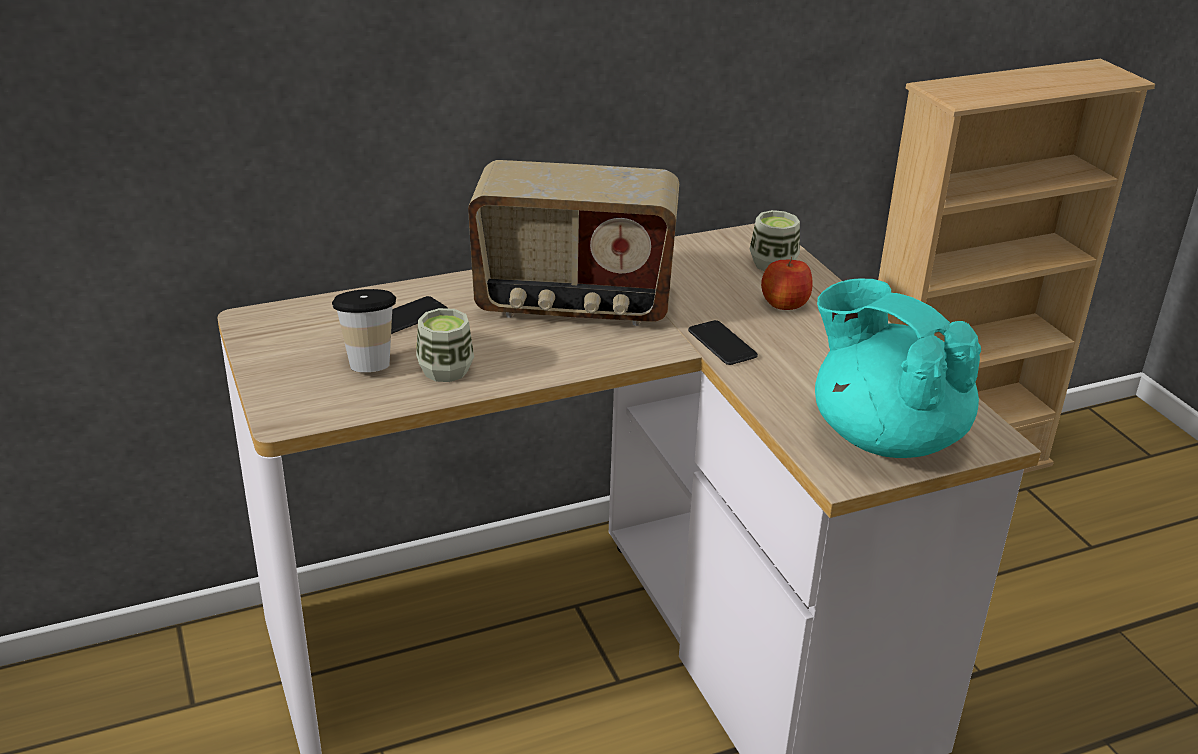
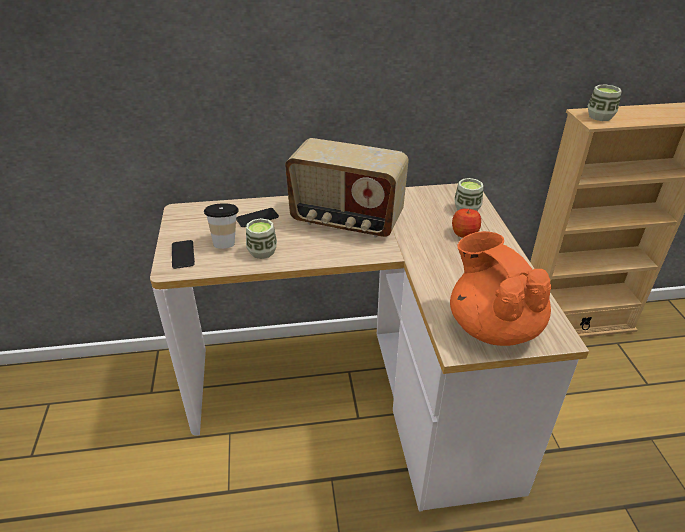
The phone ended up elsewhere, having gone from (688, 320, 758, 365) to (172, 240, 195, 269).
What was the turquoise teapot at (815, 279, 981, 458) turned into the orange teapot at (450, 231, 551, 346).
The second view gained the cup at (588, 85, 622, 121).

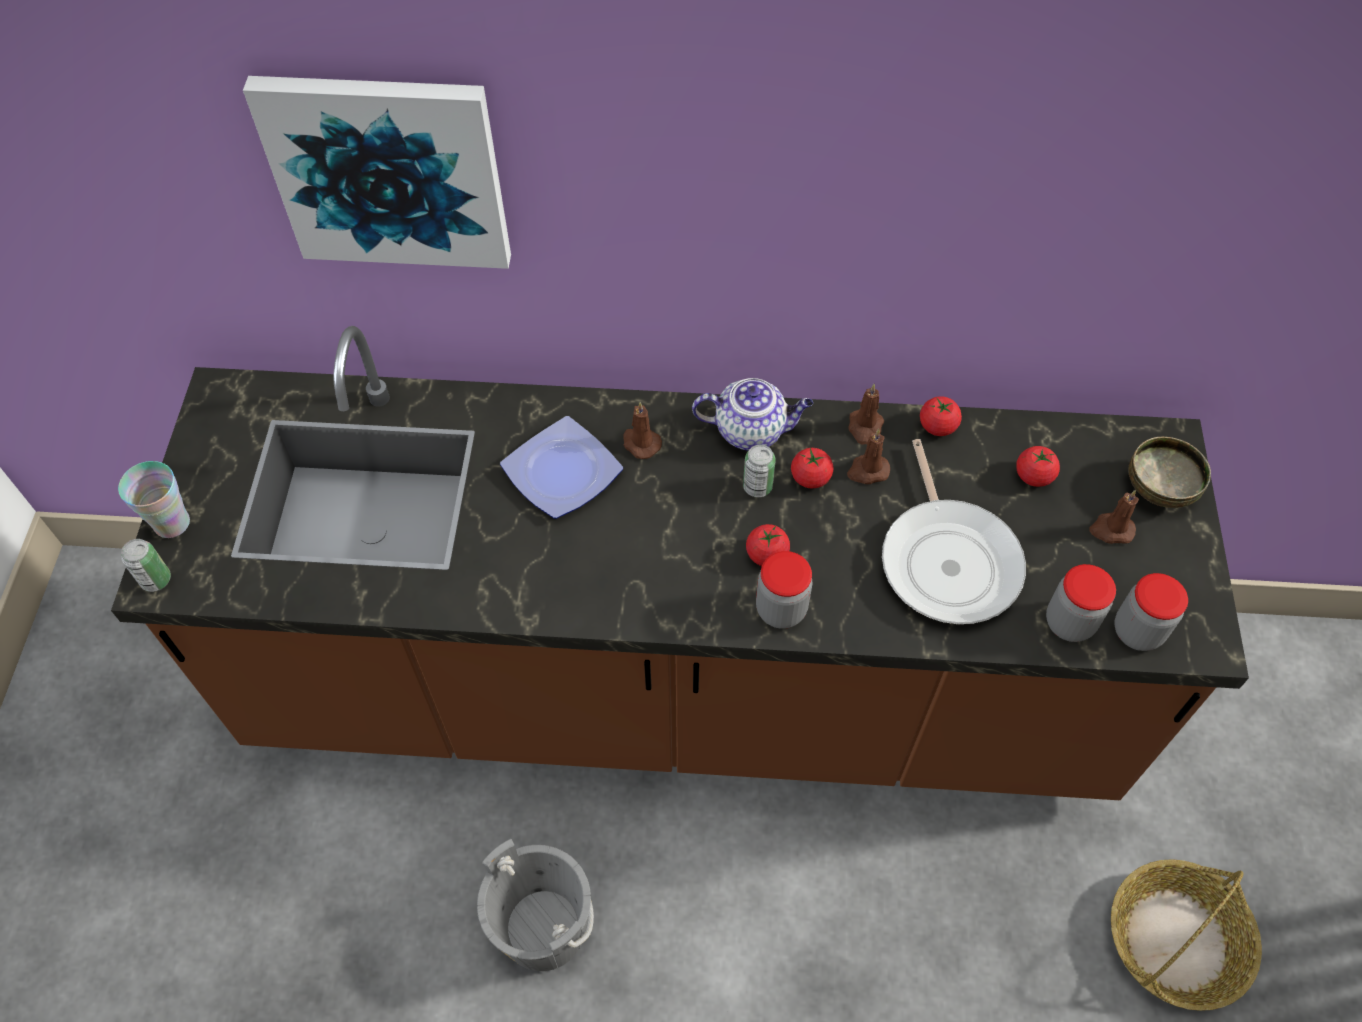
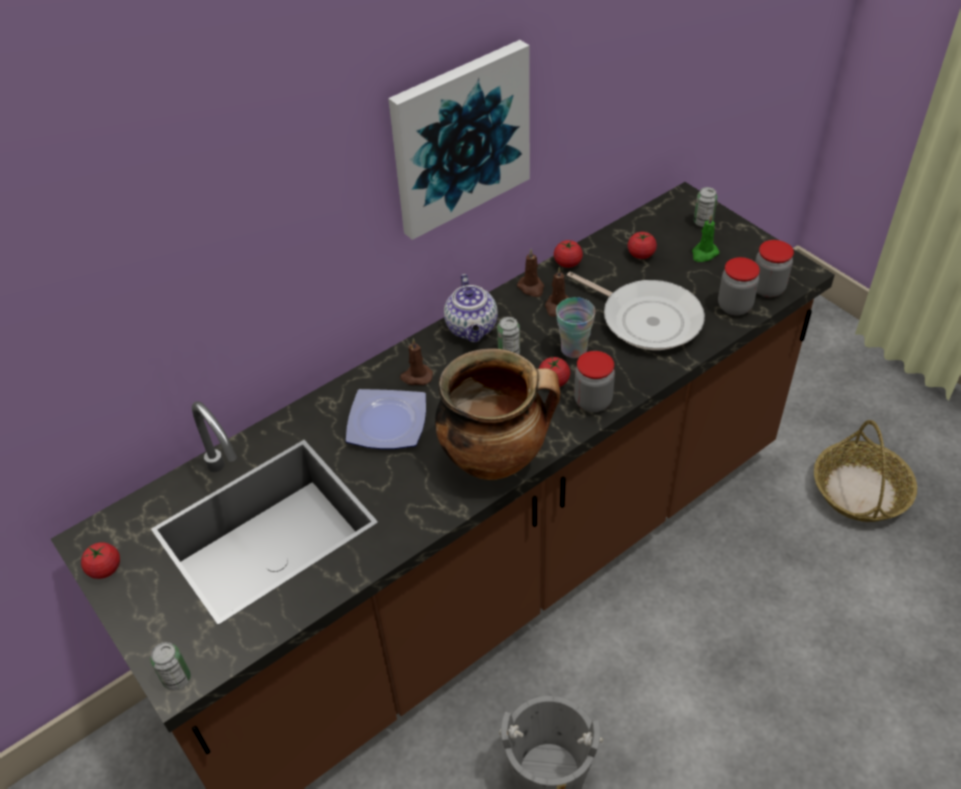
The tomato ended up elsewhere, having gone from (791, 448, 833, 488) to (81, 542, 120, 579).
The picture ended up elsewhere, having gone from (243, 76, 511, 269) to (388, 40, 530, 240).
The second view gained the cooking pot at (435, 349, 560, 480).
The teapot at (692, 378, 813, 451) ended up facing another way, 120 degrees clockwise from before.
The cup ended up elsewhere, having gone from (118, 461, 190, 538) to (556, 297, 596, 358).
What was the brown candle at (1089, 490, 1139, 544) turned into the green candle at (692, 214, 719, 262).
Where the bowl stood at (1128, 437, 1211, 508), the can came to stand at (694, 187, 718, 227).

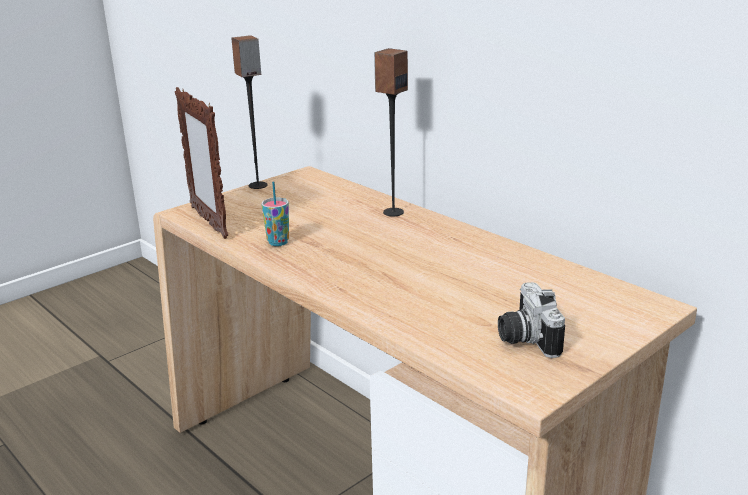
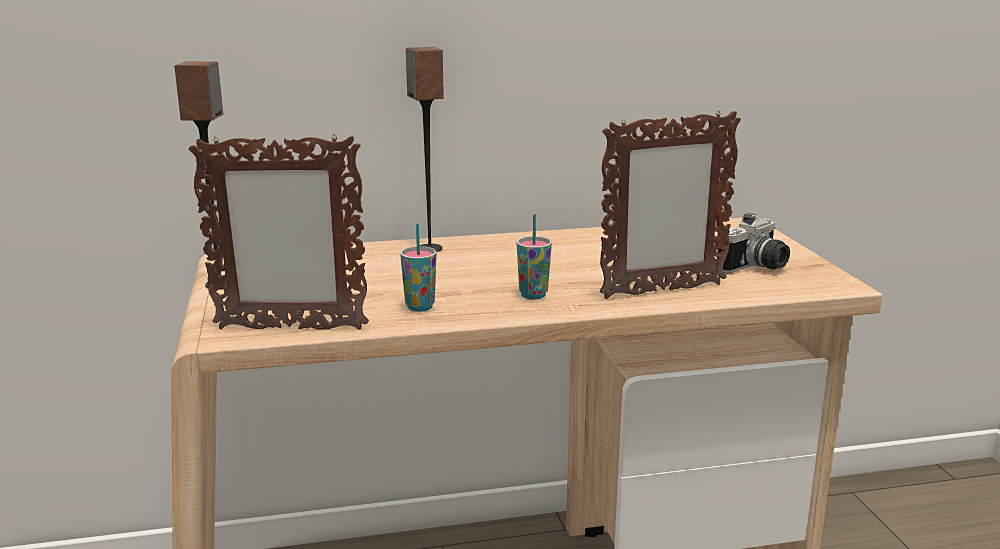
The second view gained the cup at (517, 214, 552, 299).
The second view gained the picture frame at (600, 111, 741, 299).
The photo camera at (498, 282, 565, 358) ended up facing another way, 60 degrees counterclockwise from before.

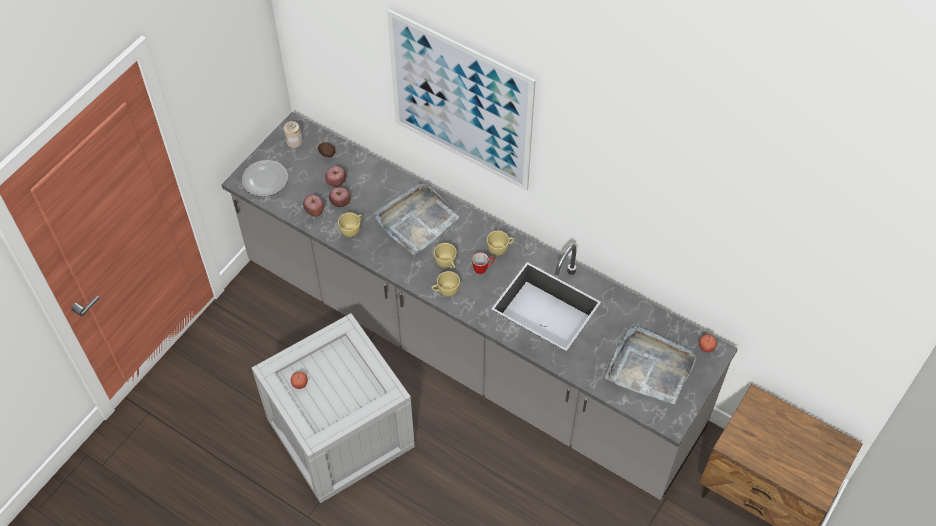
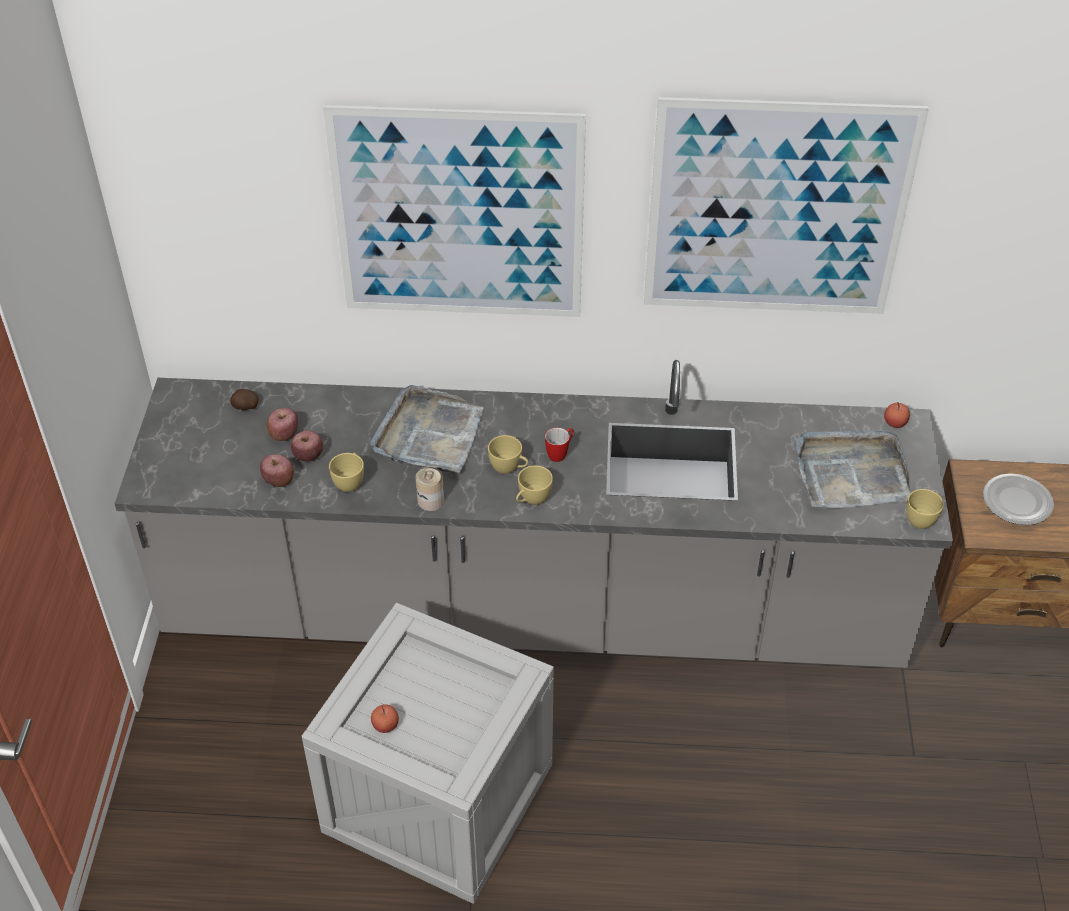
The can ended up elsewhere, having gone from (284, 121, 303, 148) to (416, 467, 444, 511).
The second view gained the picture at (644, 97, 929, 314).
The yellow cup ended up elsewhere, having gone from (487, 231, 514, 256) to (906, 489, 944, 529).
The plate ended up elsewhere, having gone from (242, 160, 288, 197) to (983, 473, 1054, 525).

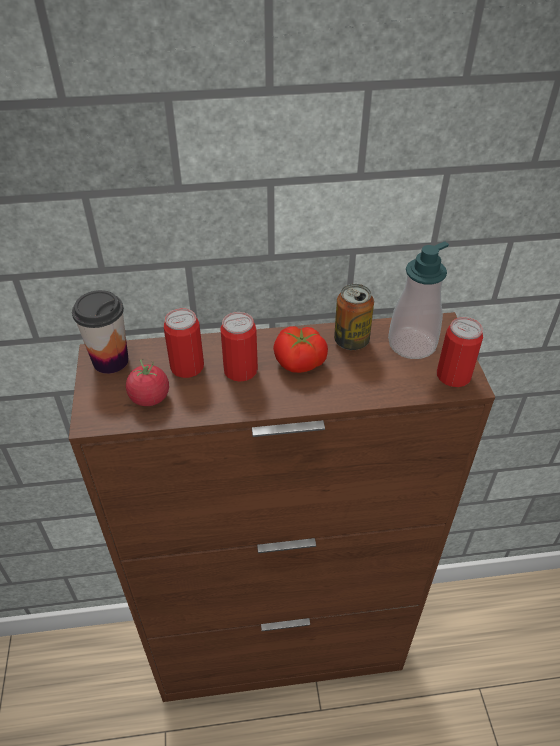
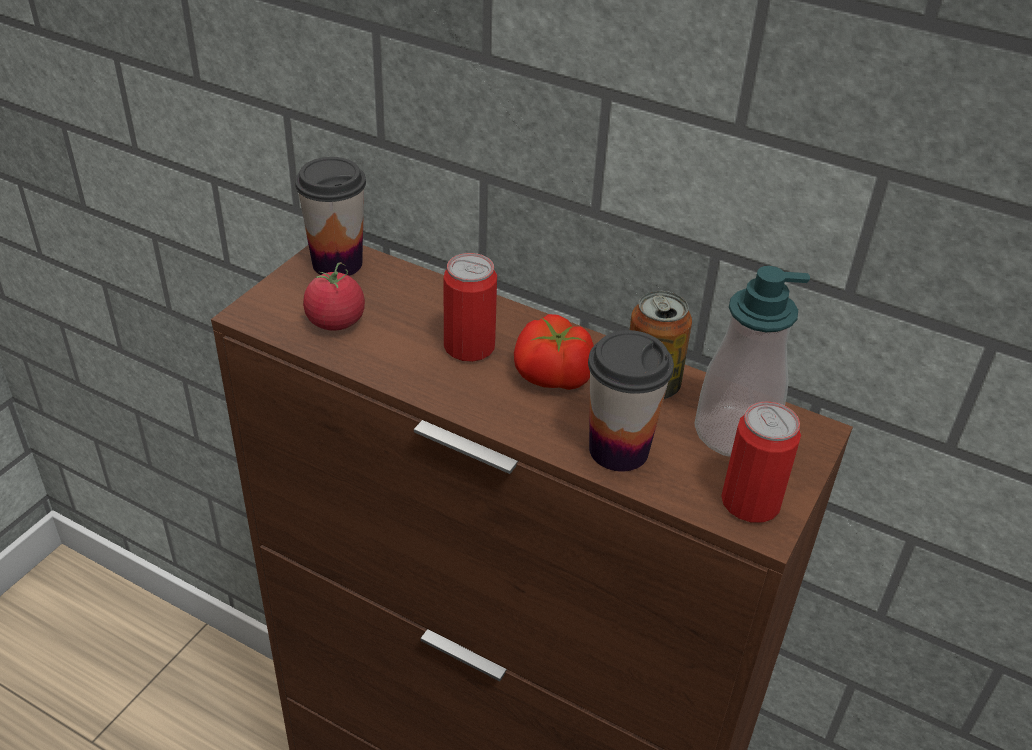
The second view gained the cup at (588, 330, 674, 472).
The second view lost the can at (164, 308, 204, 378).

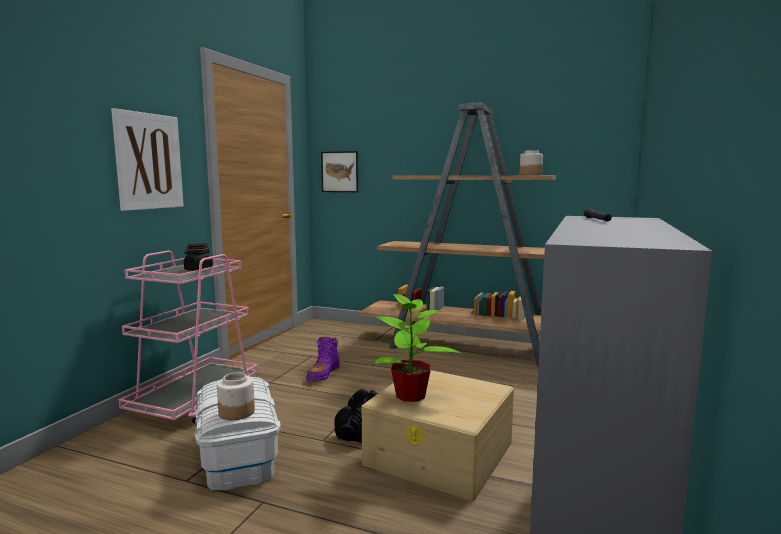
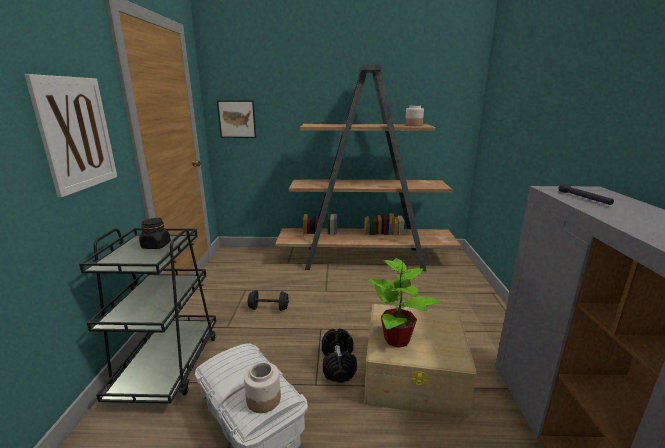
What was the pink cart at (119, 250, 258, 424) turned into the black cart at (79, 228, 216, 404).
Where the purple boot stood at (306, 337, 340, 381), the black dumbbell came to stand at (248, 290, 289, 311).

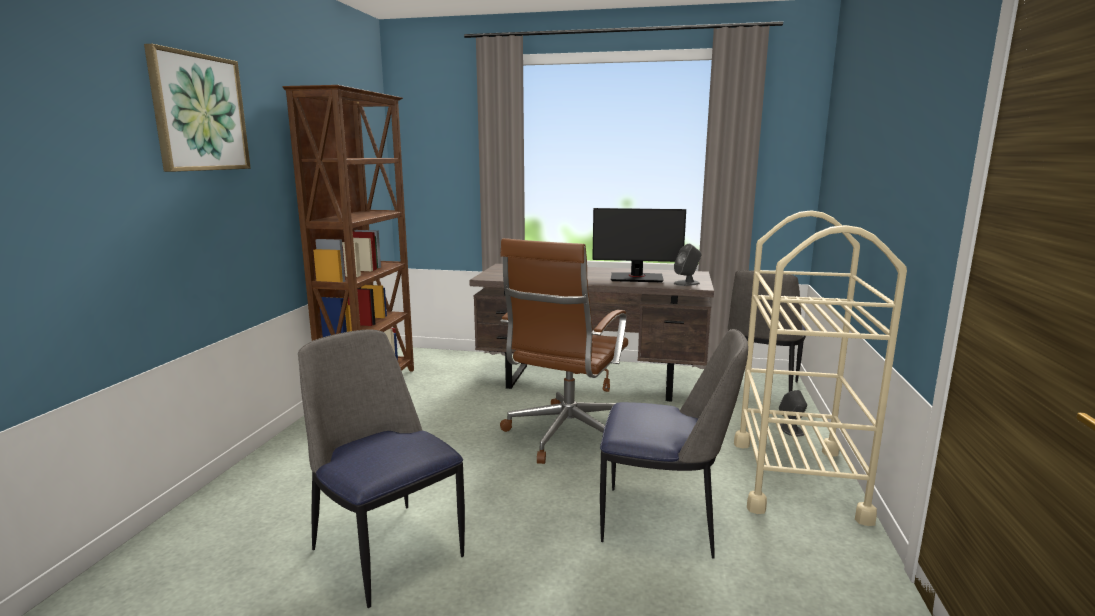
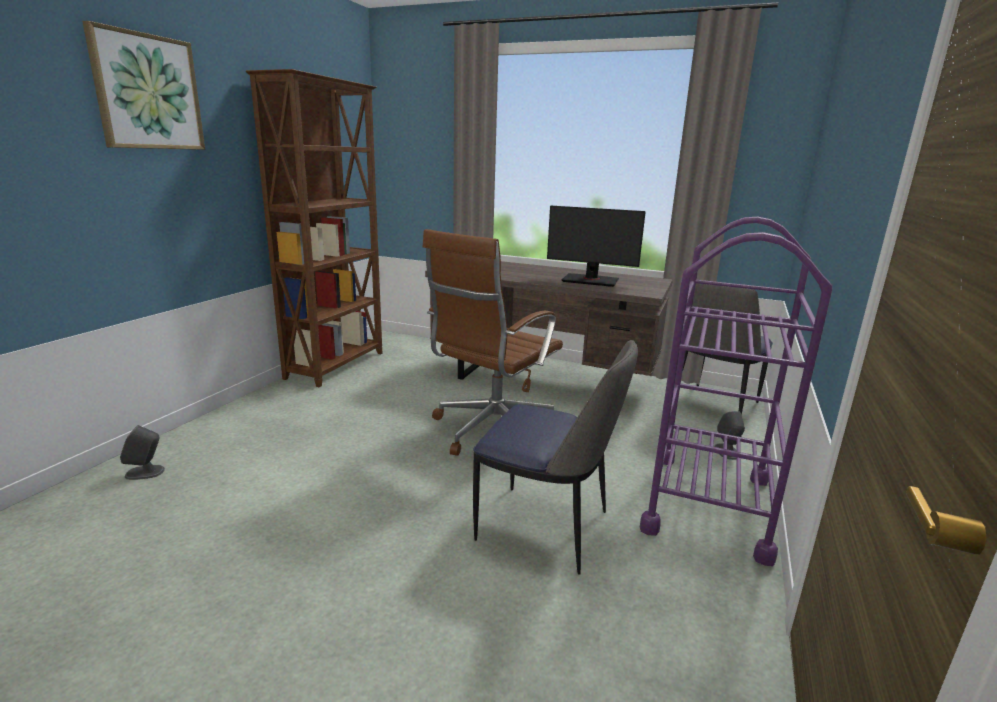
The grey speaker ended up elsewhere, having gone from (674, 244, 702, 286) to (120, 425, 165, 480).
What was the beige cart at (734, 210, 907, 526) turned into the purple cart at (640, 217, 832, 566).
The second view lost the chair at (298, 329, 465, 608).

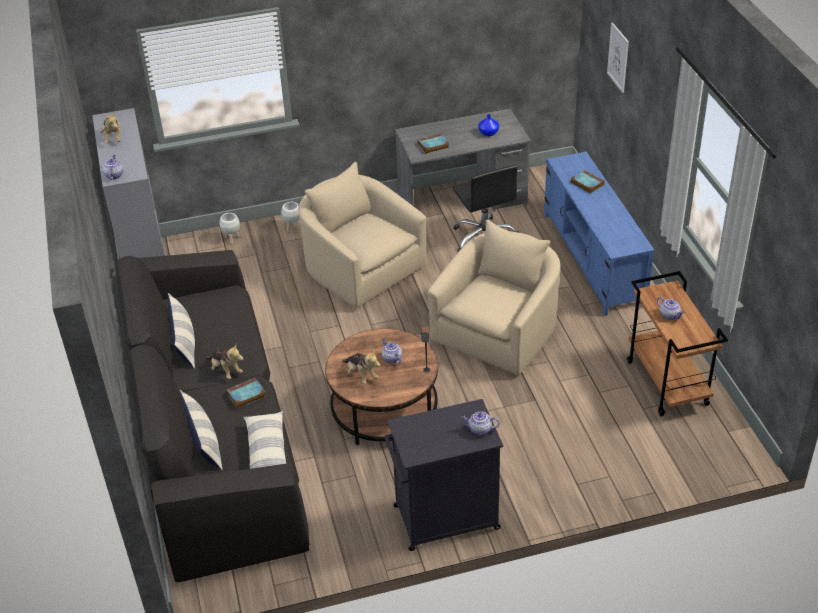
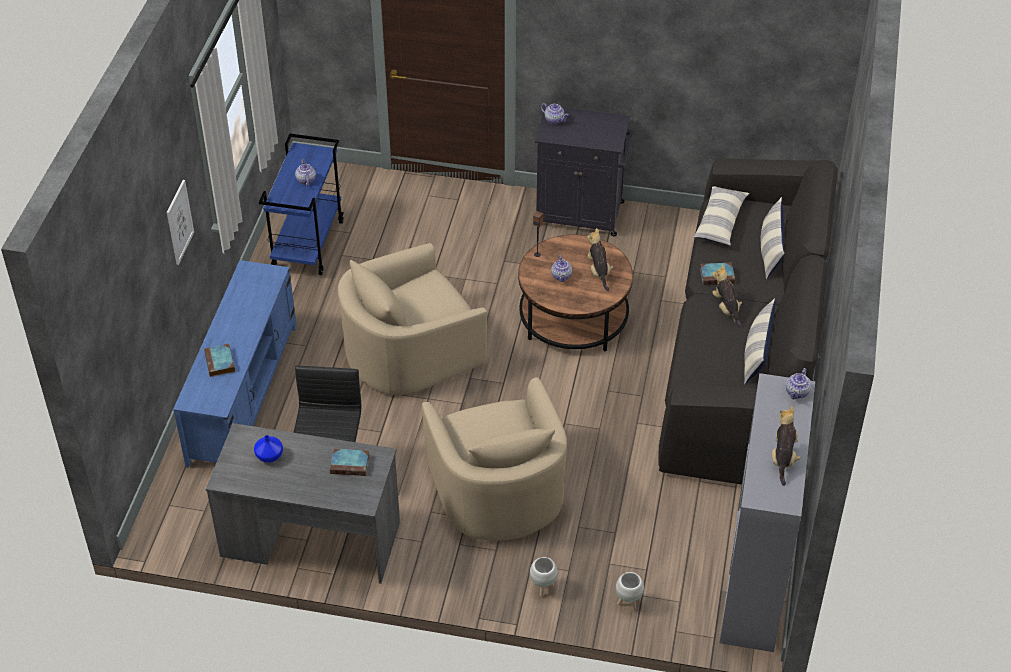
The picture ended up elsewhere, having gone from (607, 23, 629, 93) to (167, 180, 194, 265).
What was the brown cart at (627, 271, 728, 416) turned into the blue cart at (259, 134, 344, 275).

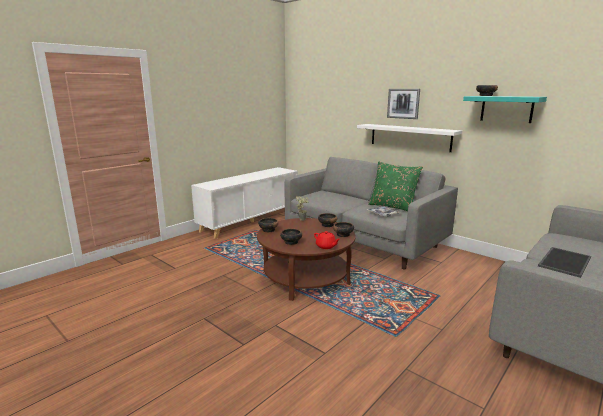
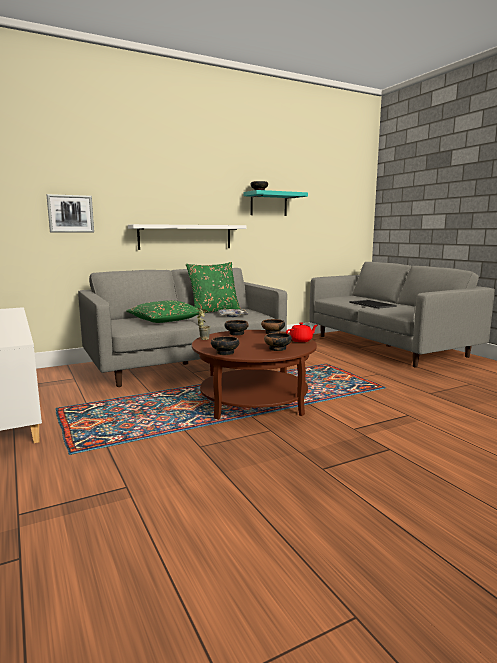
The picture ended up elsewhere, having gone from (387, 89, 420, 119) to (46, 194, 94, 233).
The second view gained the green pillow at (126, 300, 205, 323).

